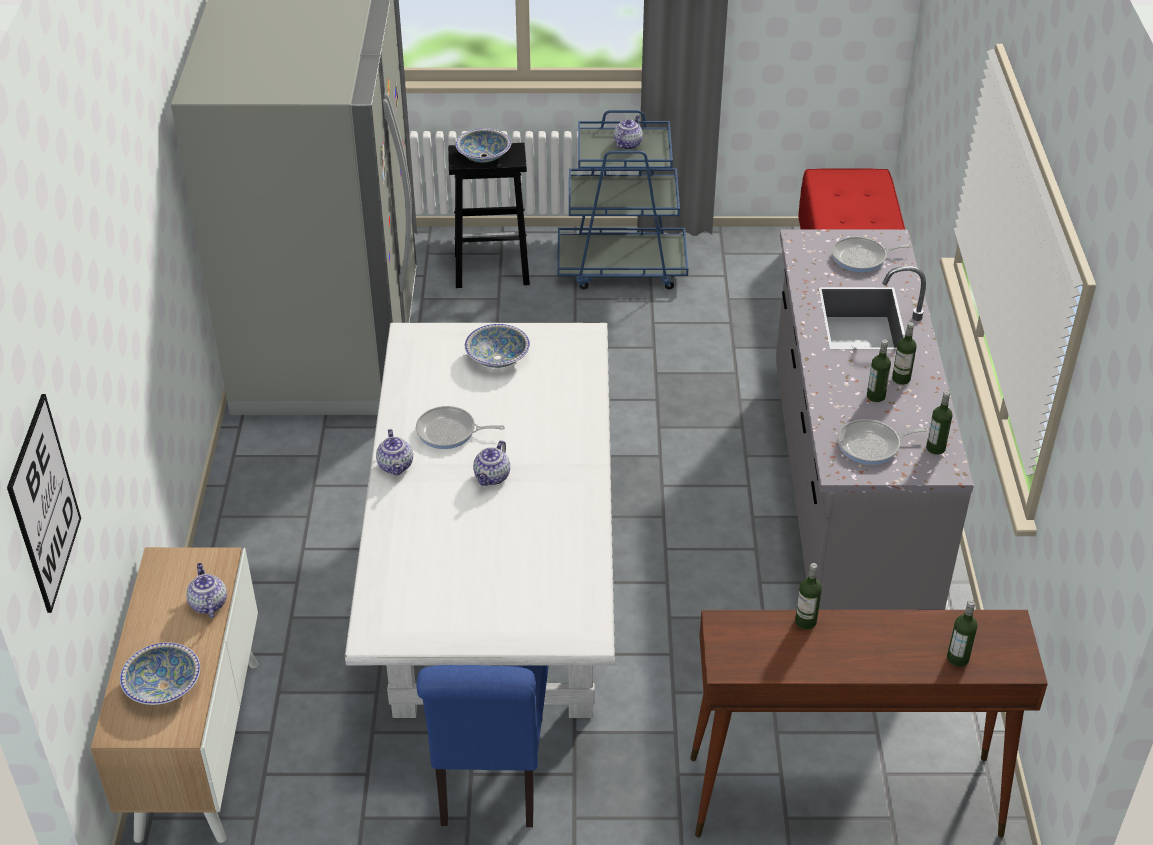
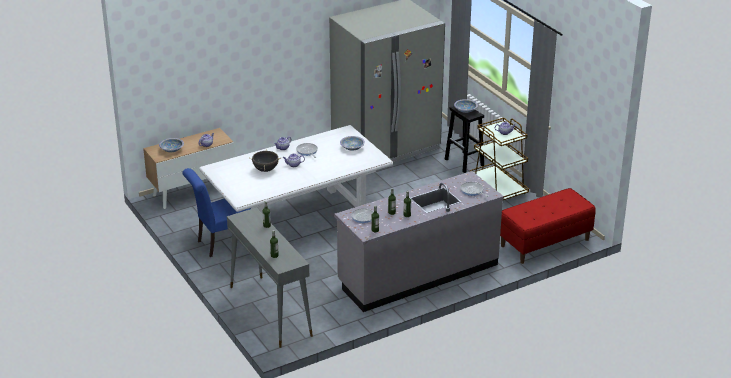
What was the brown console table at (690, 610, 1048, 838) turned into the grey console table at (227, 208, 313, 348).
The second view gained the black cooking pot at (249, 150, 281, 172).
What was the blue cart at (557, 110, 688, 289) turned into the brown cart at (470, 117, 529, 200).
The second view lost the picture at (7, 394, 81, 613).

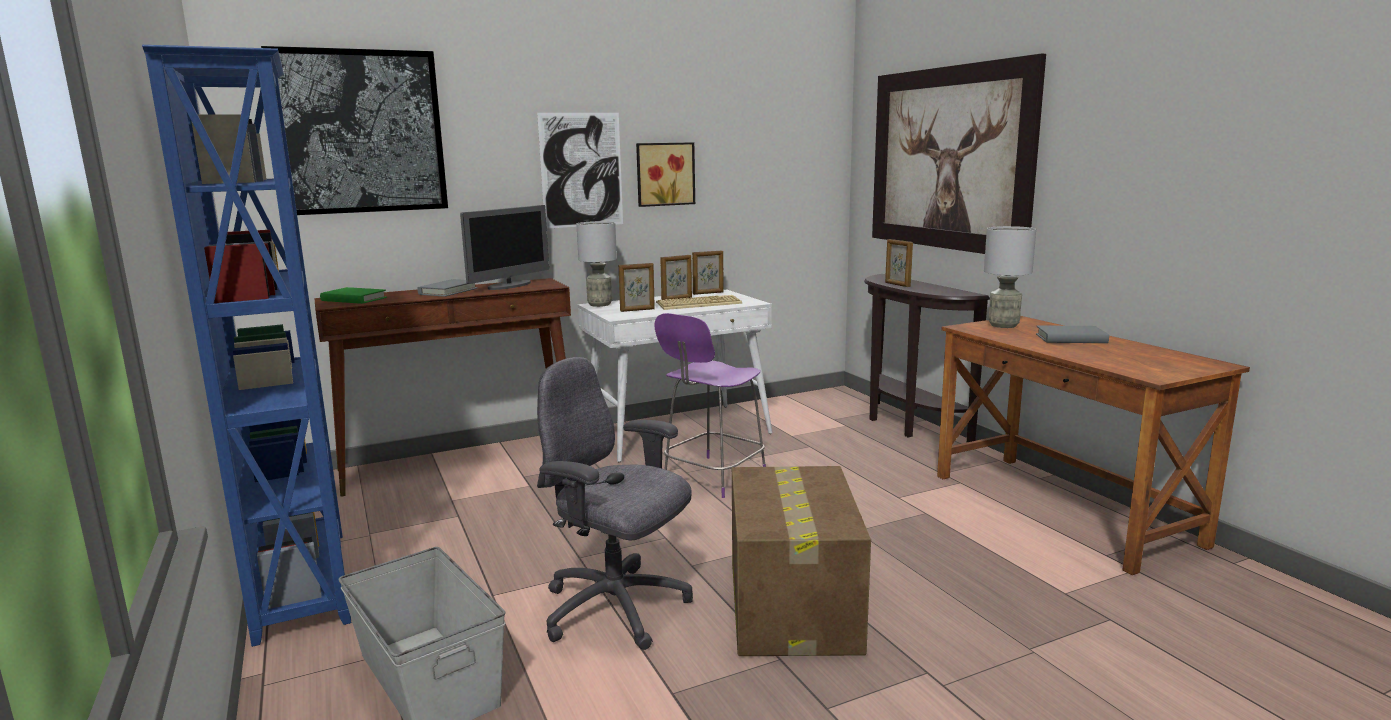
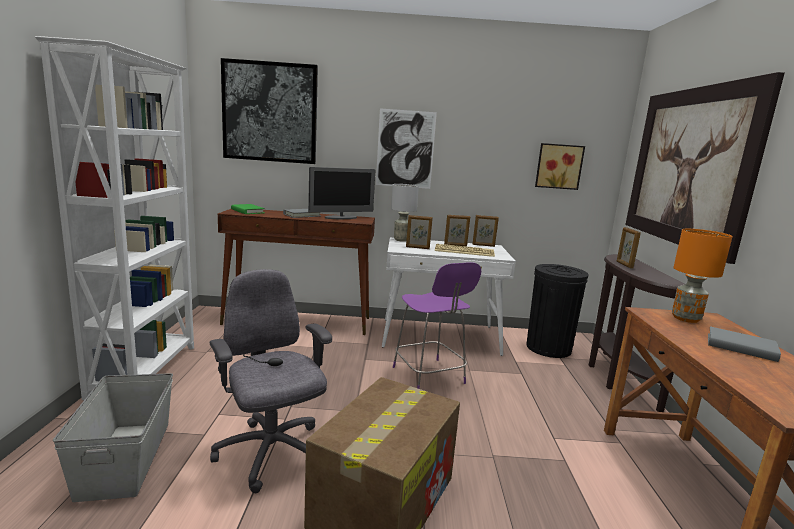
What was the blue bookcase at (142, 45, 351, 647) turned into the white bookcase at (35, 36, 194, 400).
The purple chair at (654, 313, 766, 498) ended up facing another way, 90 degrees counterclockwise from before.
The second view gained the black trash can at (526, 264, 589, 358).
The picture ended up elsewhere, having gone from (636, 142, 695, 207) to (535, 143, 585, 190).
What was the grey table lamp at (984, 226, 1036, 328) turned into the orange table lamp at (672, 229, 733, 323).

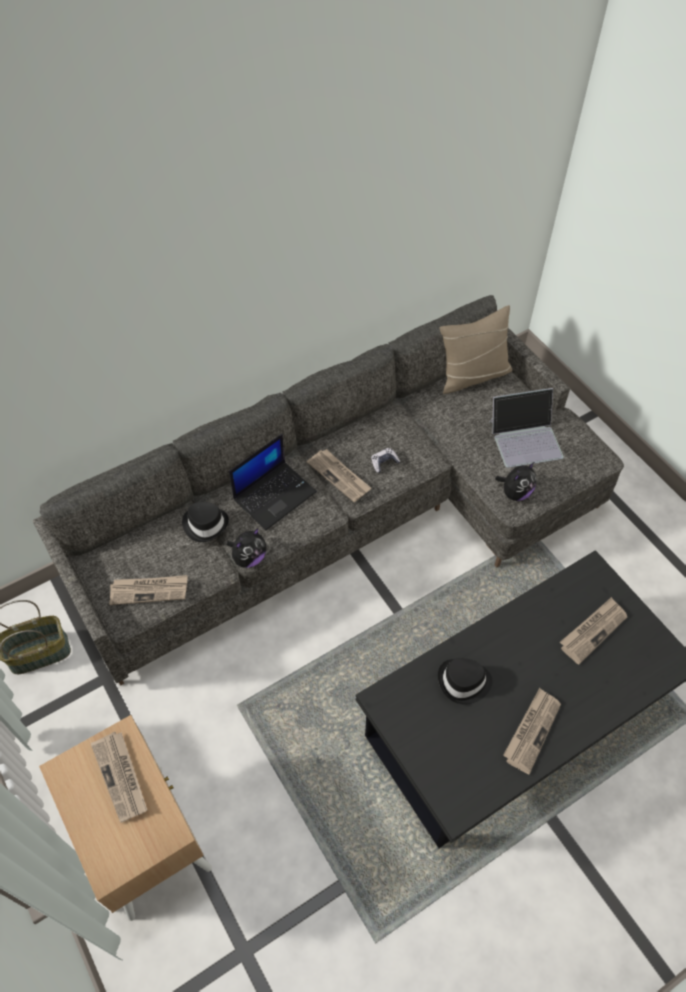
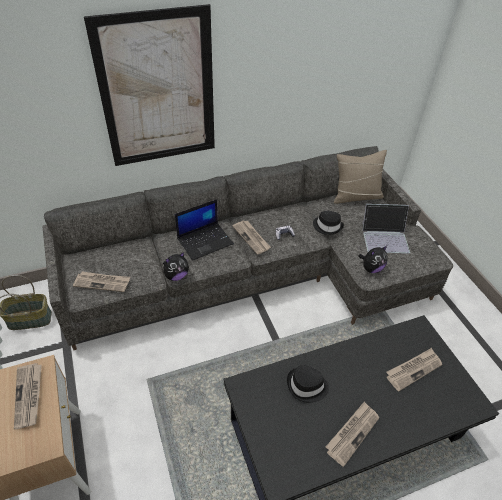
The second view gained the picture at (84, 4, 215, 166).
The black hat ended up elsewhere, having gone from (182, 502, 229, 542) to (313, 211, 344, 235).

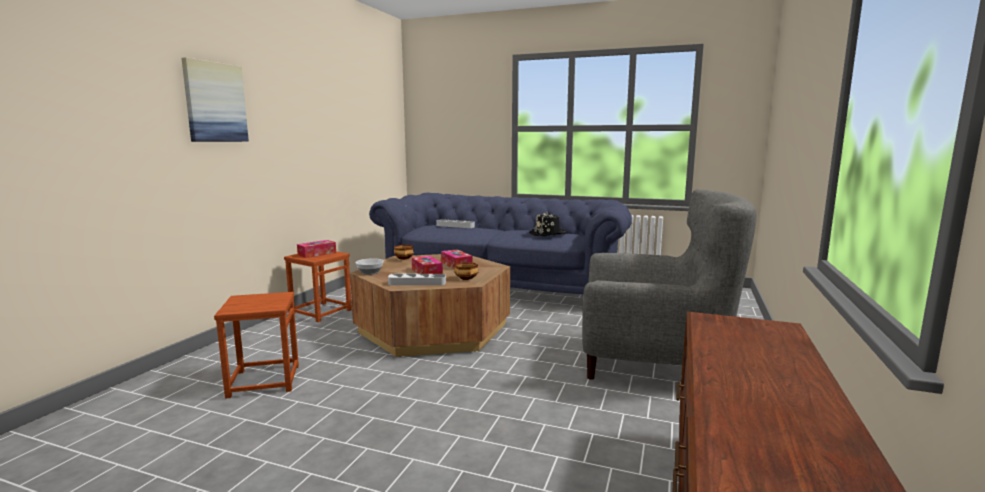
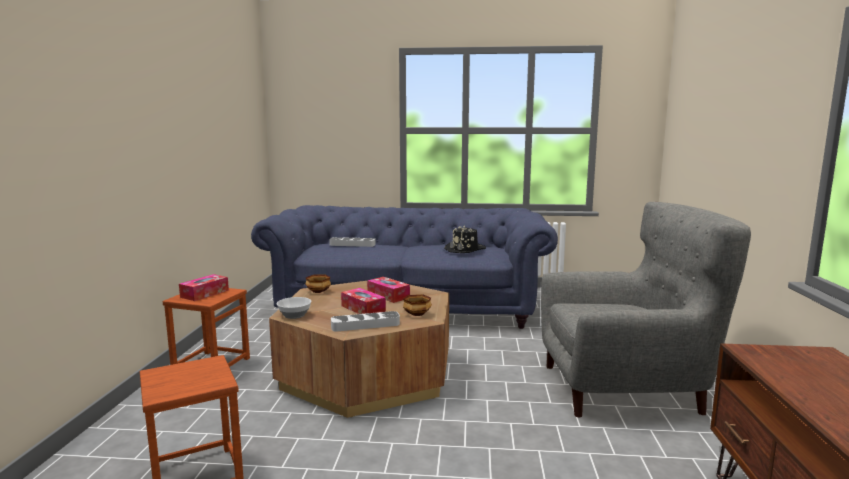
The second view lost the picture at (181, 57, 249, 142).

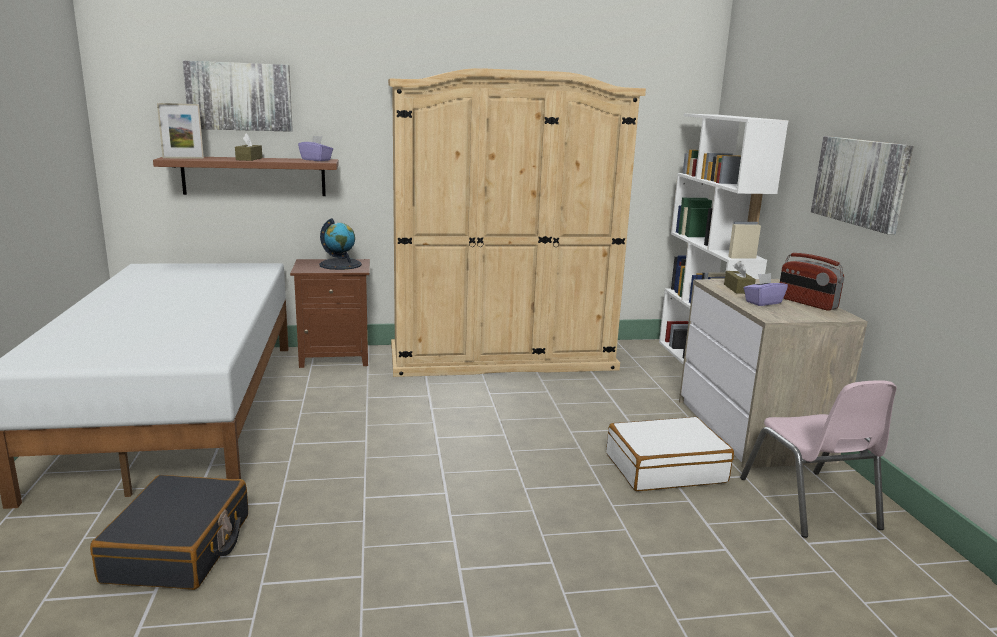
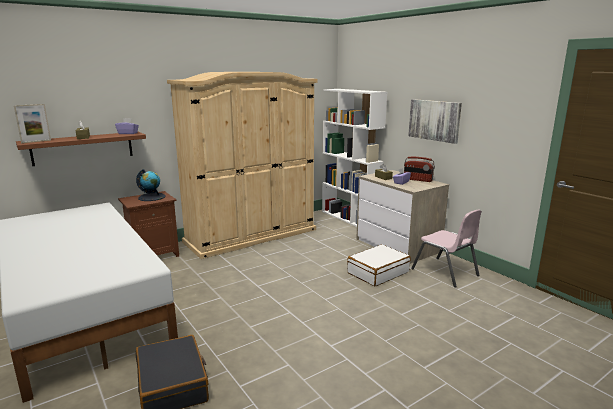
The second view lost the picture at (182, 61, 293, 132).

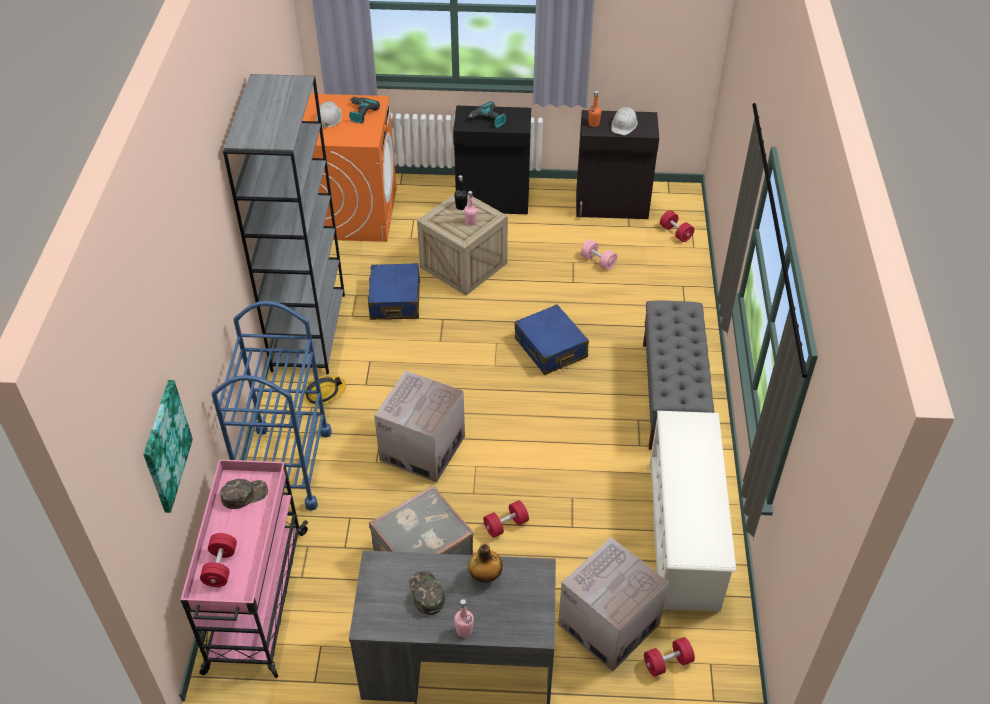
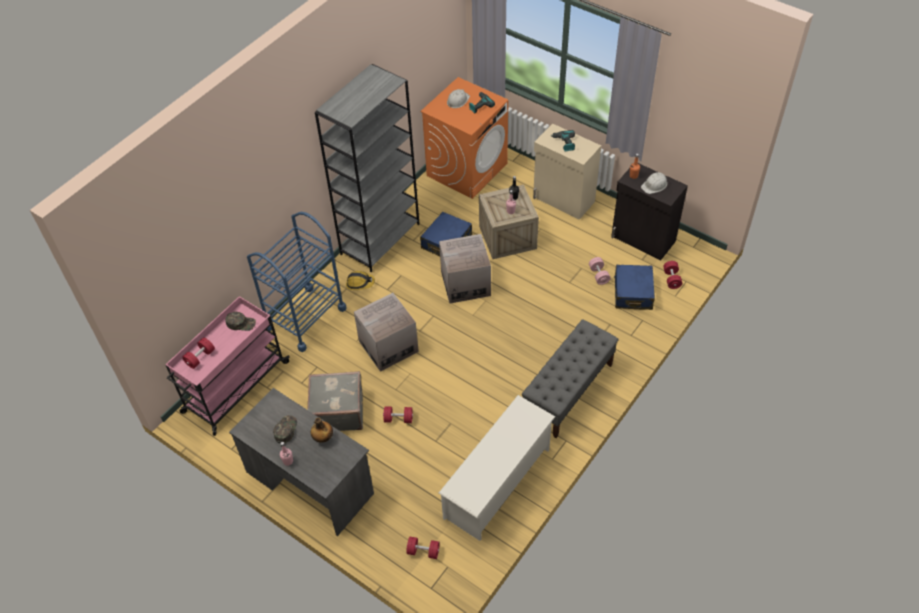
The cardboard box ended up elsewhere, having gone from (558, 537, 669, 672) to (439, 234, 491, 304).
What was the black cabinet at (453, 106, 531, 214) turned into the beige cabinet at (533, 123, 601, 220).
The blue suitcase ended up elsewhere, having gone from (515, 304, 589, 375) to (614, 265, 655, 310).
The second view lost the picture at (143, 380, 193, 513).

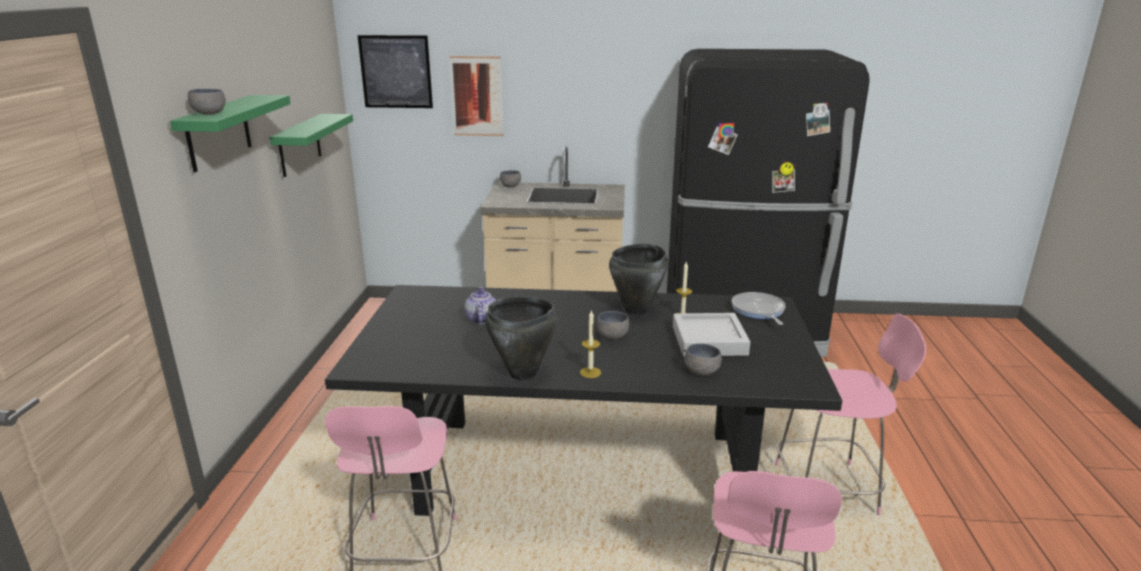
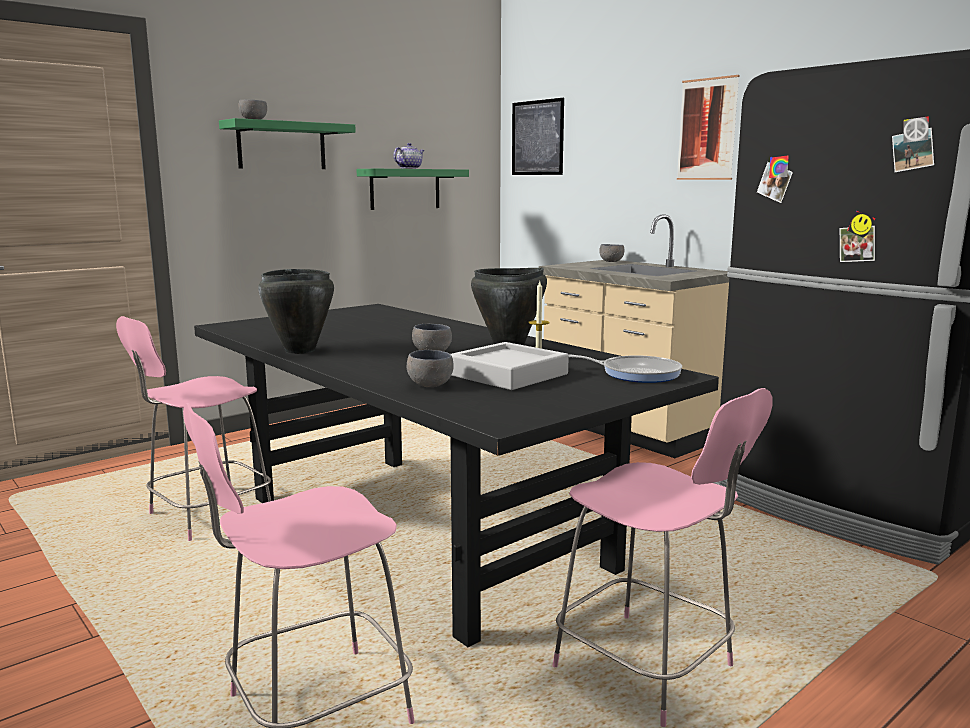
The teapot ended up elsewhere, having gone from (464, 287, 496, 324) to (393, 143, 425, 169).
The frying pan at (732, 292, 786, 325) ended up facing another way, 75 degrees clockwise from before.
The picture ended up elsewhere, having gone from (450, 56, 504, 136) to (677, 75, 739, 180).
The second view lost the candle at (580, 311, 601, 378).

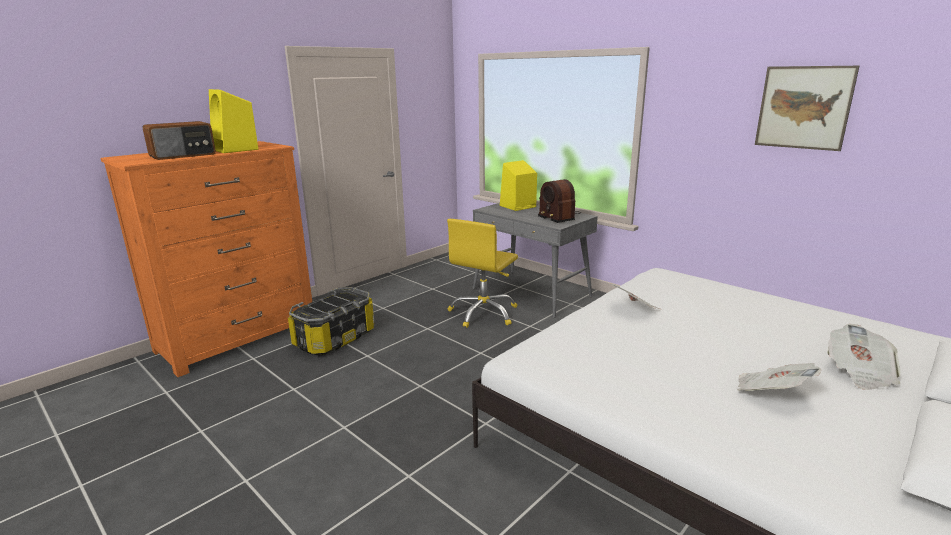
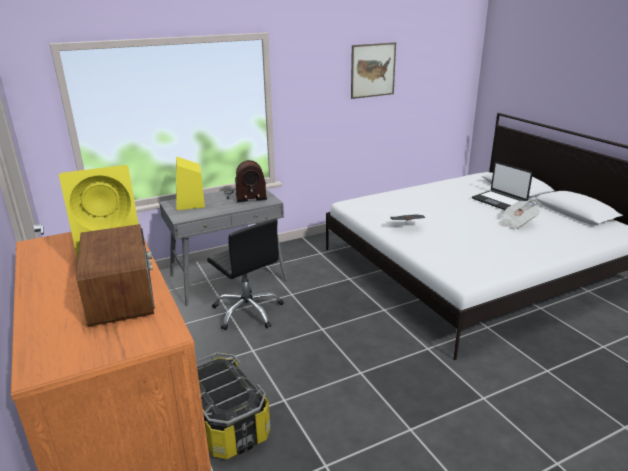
What was the yellow office chair at (447, 219, 518, 328) turned into the black office chair at (207, 219, 284, 330).
Where the newspaper stood at (827, 324, 901, 390), the laptop came to stand at (472, 162, 533, 210).

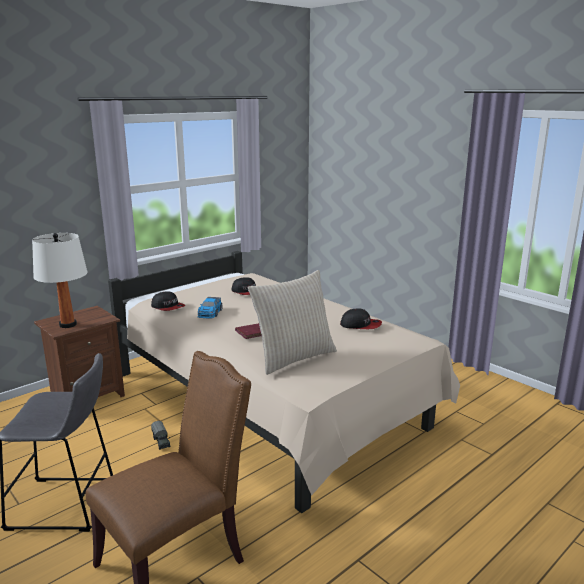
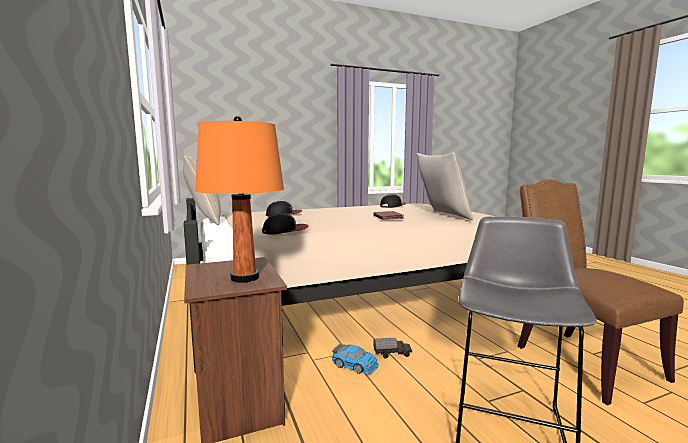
The second view gained the beige pillow at (183, 155, 221, 225).
What was the white table lamp at (32, 233, 88, 328) turned into the orange table lamp at (195, 116, 284, 283).
The toy car ended up elsewhere, having gone from (198, 297, 223, 318) to (332, 343, 379, 374).

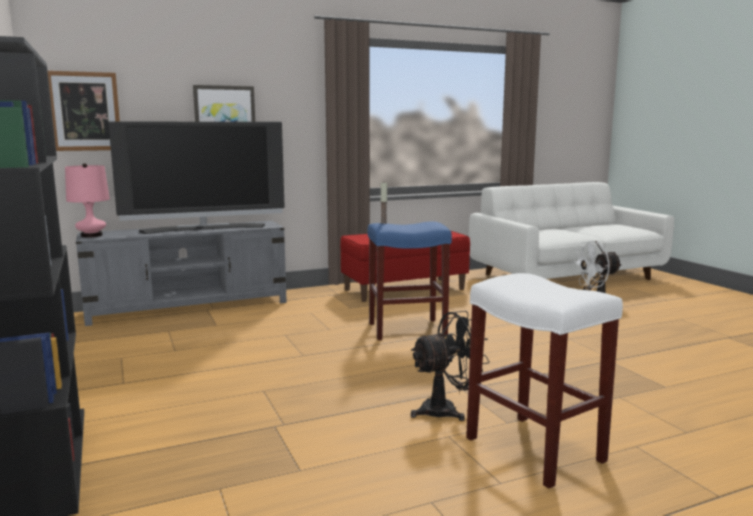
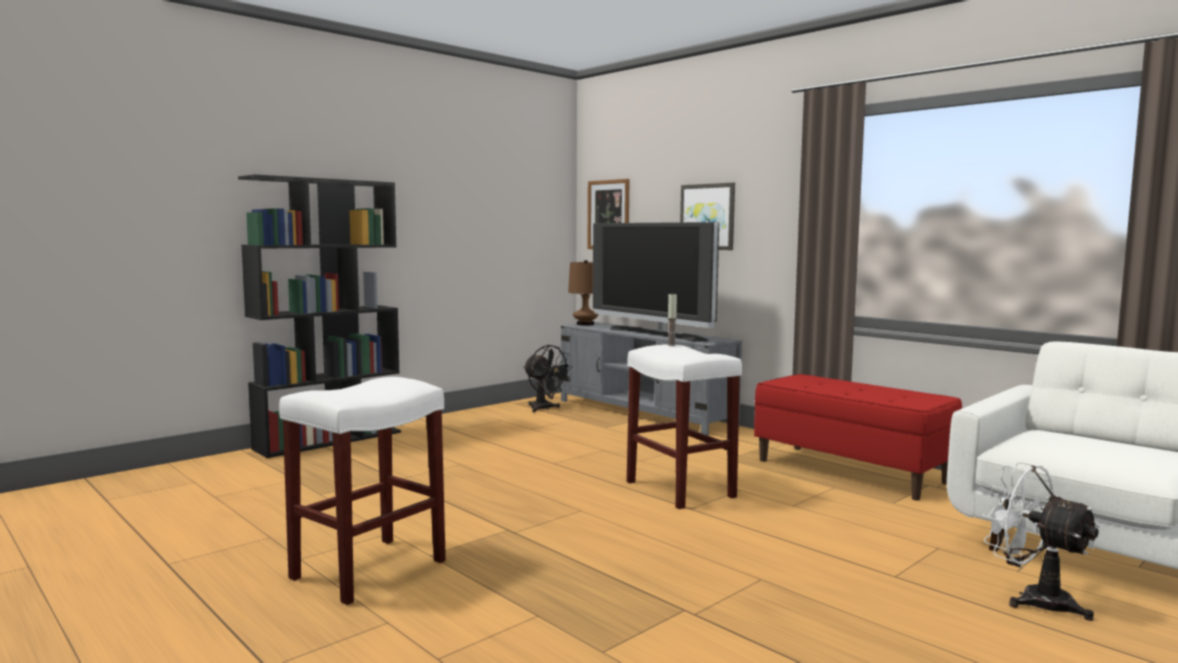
The black fan ended up elsewhere, having gone from (411, 311, 490, 421) to (523, 345, 573, 412).
What was the pink table lamp at (65, 163, 110, 237) turned into the brown table lamp at (568, 260, 598, 326).
What was the blue stool at (368, 222, 452, 340) turned into the white stool at (627, 344, 742, 509).

